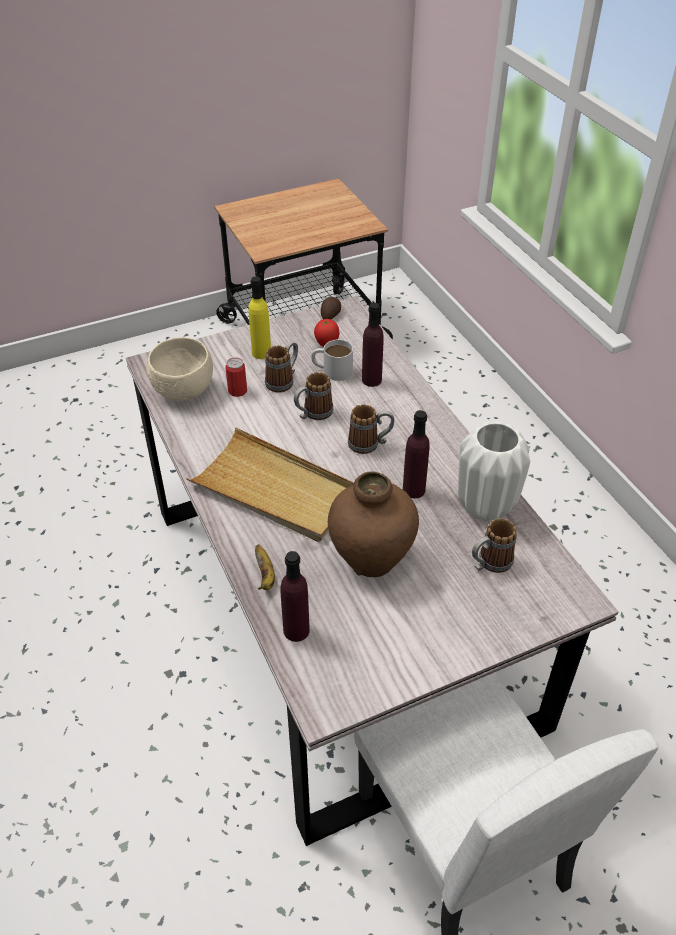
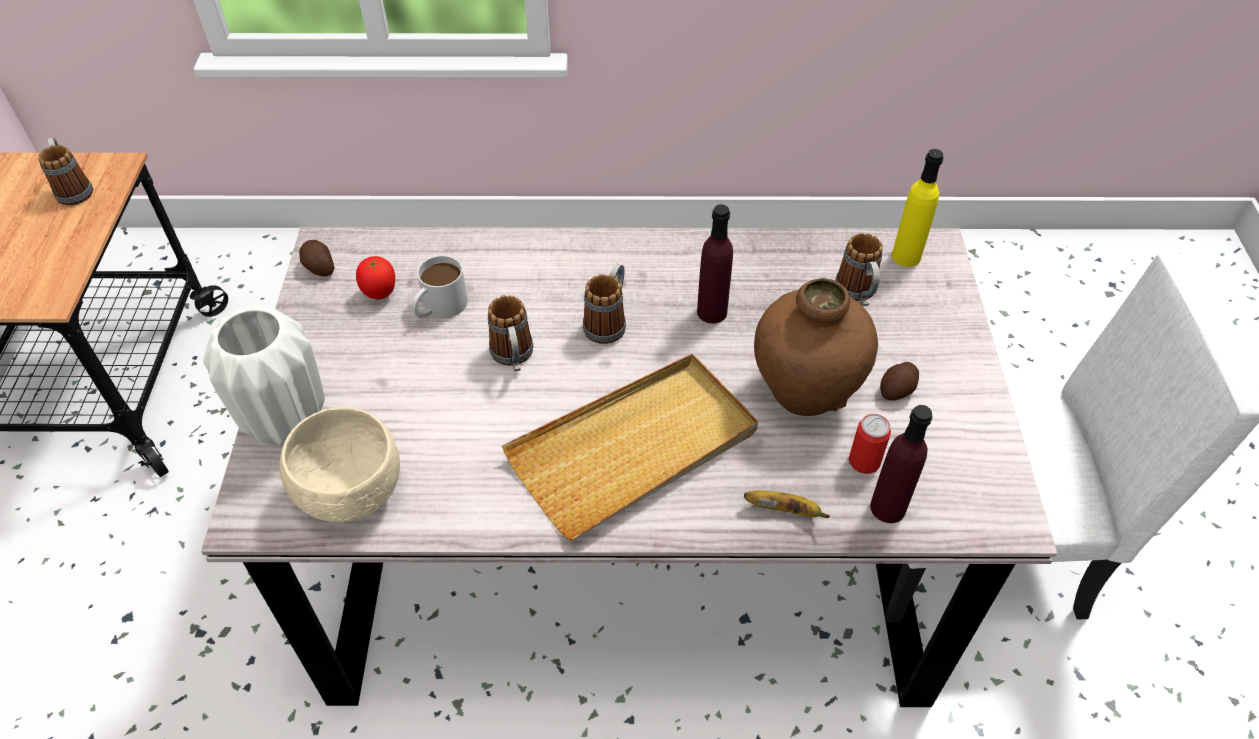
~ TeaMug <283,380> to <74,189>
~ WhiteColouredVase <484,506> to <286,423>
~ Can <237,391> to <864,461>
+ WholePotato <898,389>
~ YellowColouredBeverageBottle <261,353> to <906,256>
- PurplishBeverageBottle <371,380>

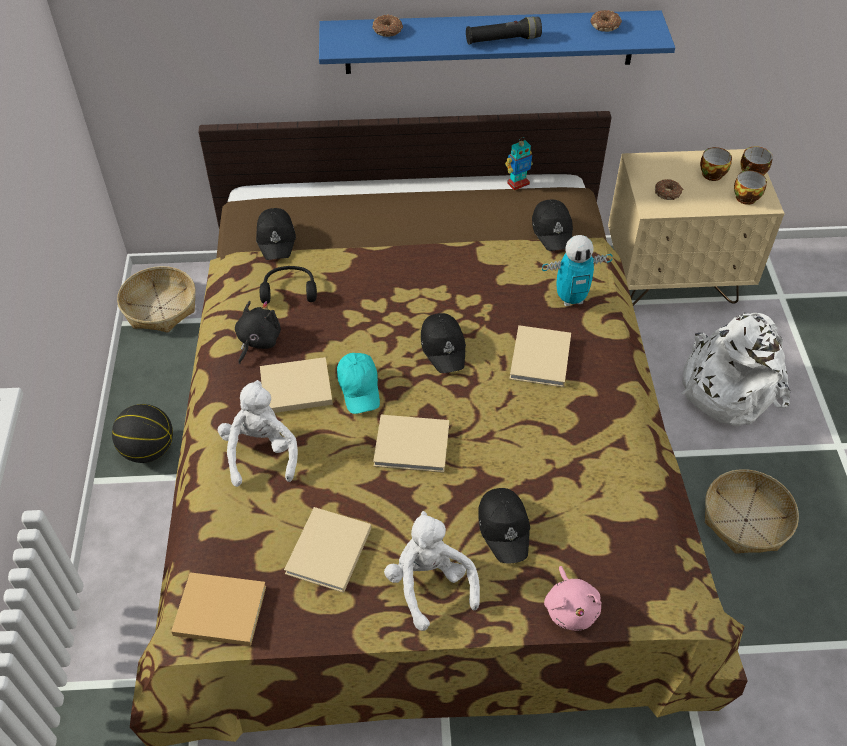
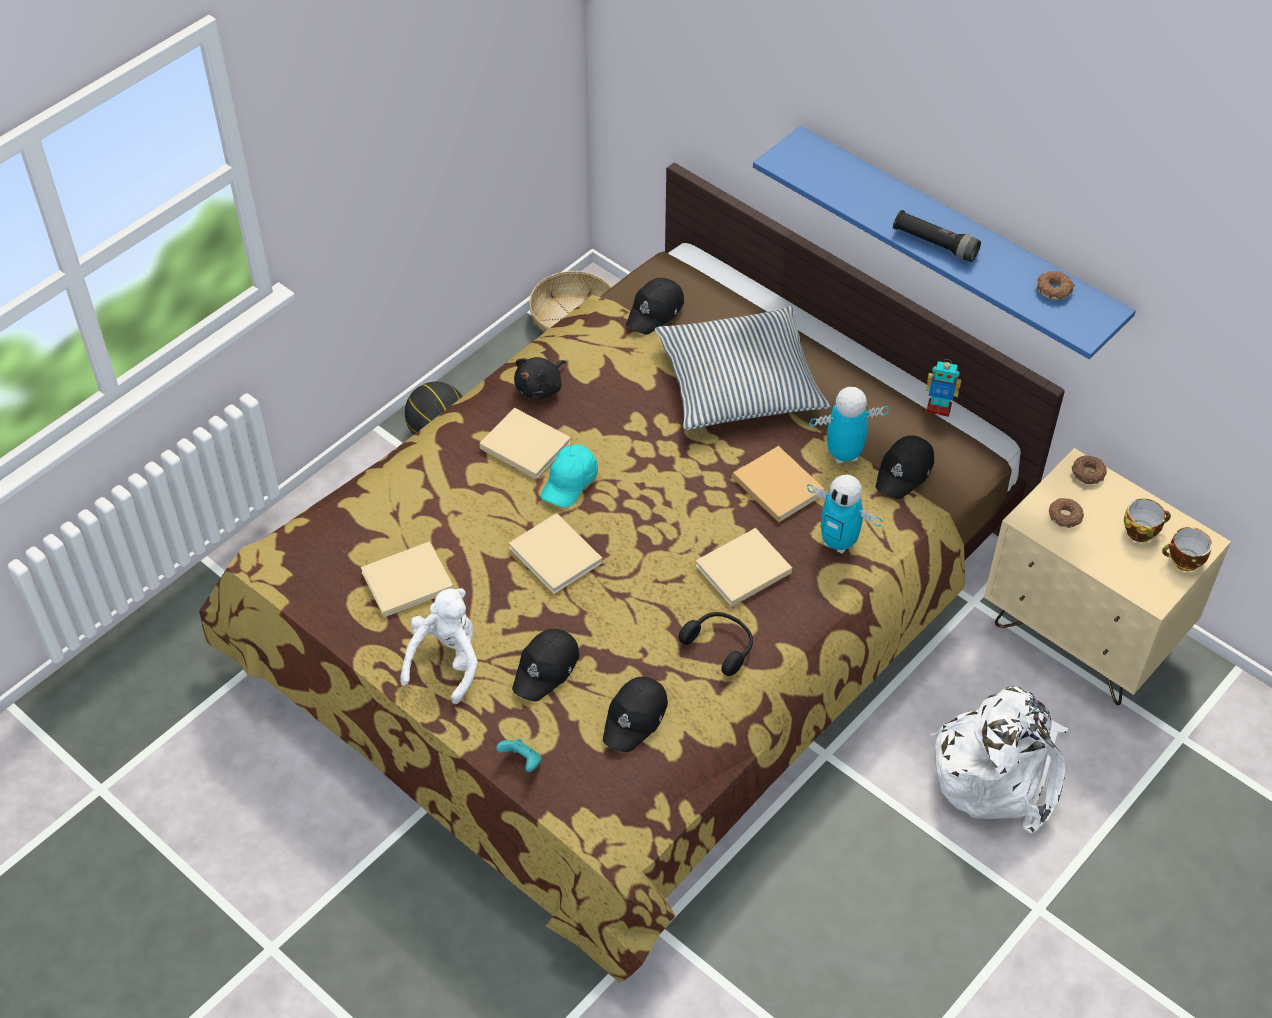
~ PinkColouredPlushToy <571,608> to TurquoiseColouredGameController <522,762>
~ BlackPlushToy <257,341> = <541,387> 150 degrees clockwise
~ BlackBaseballCap <444,347> to <635,718>
+ Pillow <739,382>
~ BlackHeadset <289,290> to <720,645>
~ SandColouredBook <217,610> to <776,484>
+ ToyRobot <843,454>
~ RingDoughnut <387,31> to <1087,474>
- WhiteColouredPlushToy <261,452>
- StorageBasket <745,520>
- DrinkingCup <746,196>

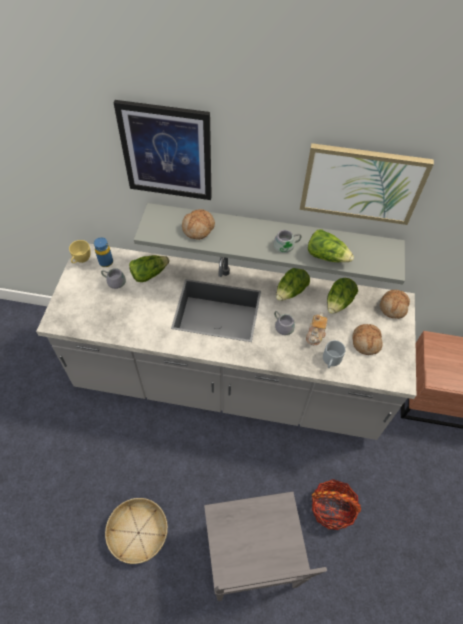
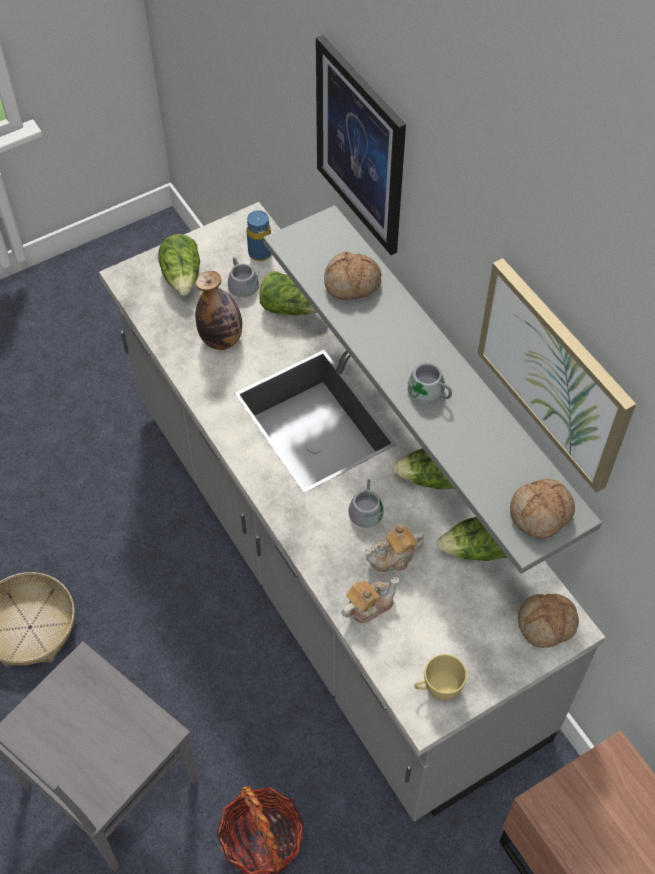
~ HeadOfLettuce <326,256> to <182,277>
+ BeverageBottle <221,339>
~ GreyTeaMug <331,360> to Teapot <369,605>
~ YellowColouredDrinkingCup <81,260> to <437,688>
~ BakedBread <366,342> to <541,514>

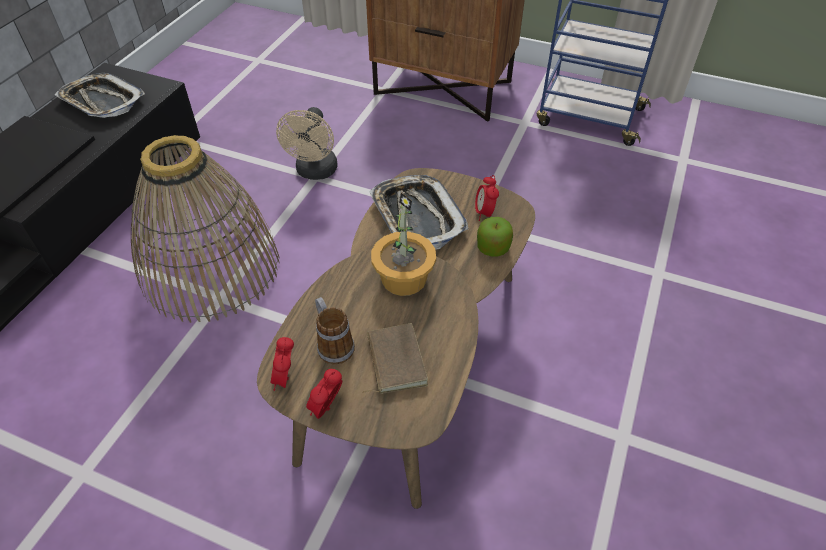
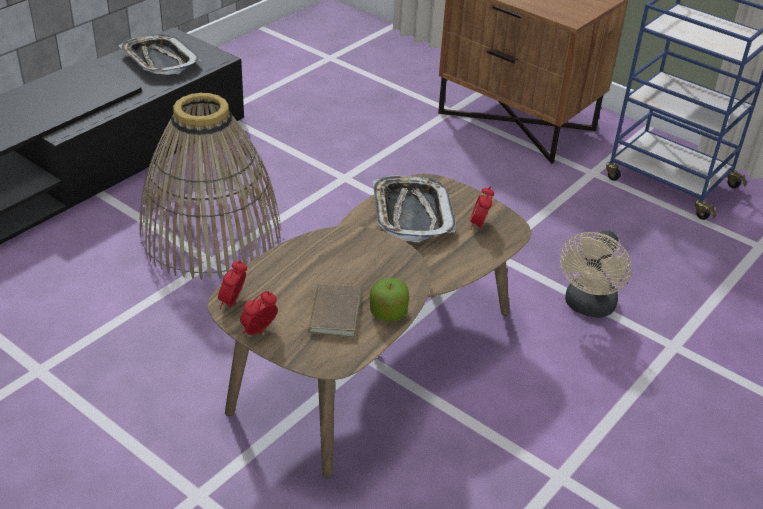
~ Apple <493,248> to <388,313>
~ SandColouredElectricFan <315,172> to <588,307>
- TeaMug <332,344>
- Houseplant <403,278>

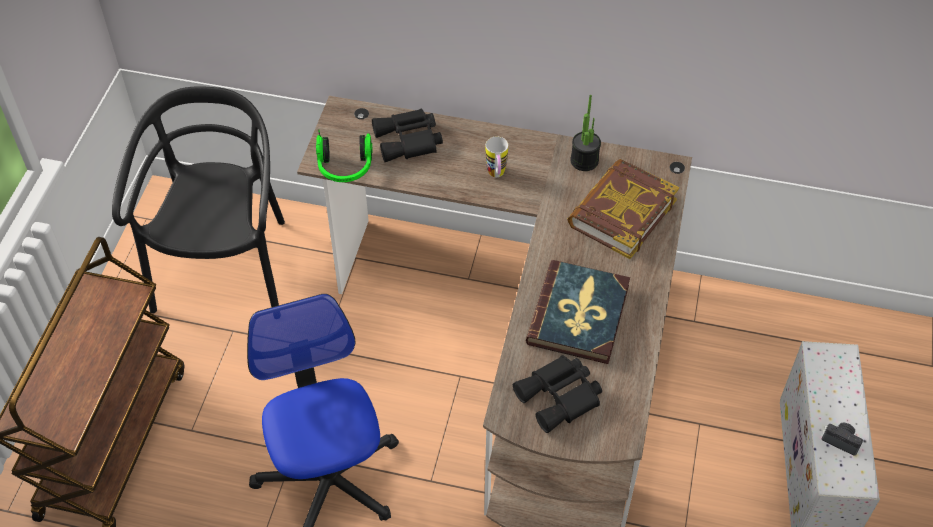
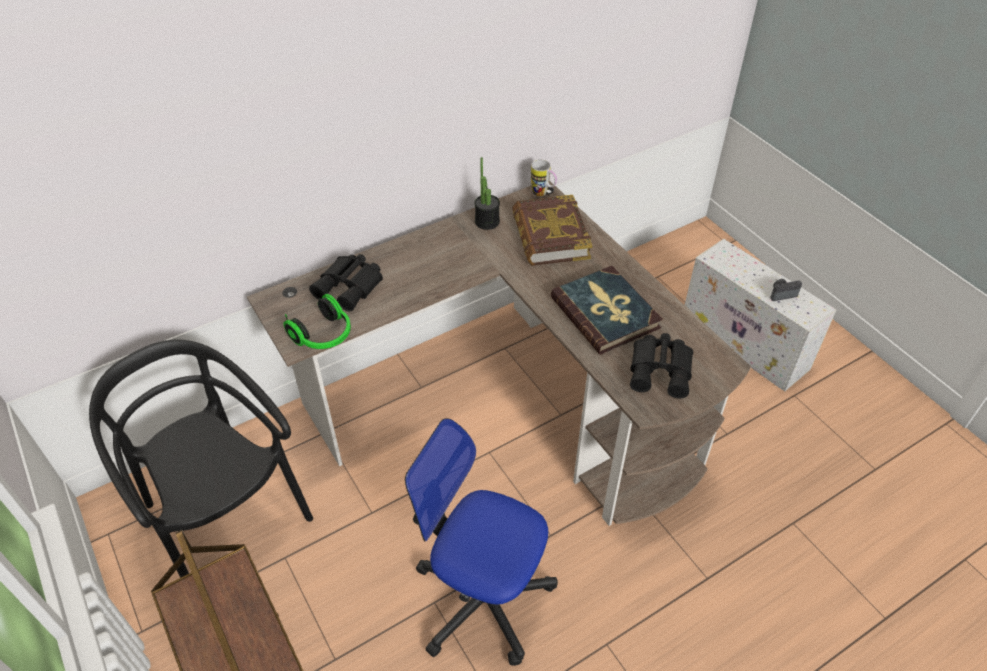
~ TeaMug <496,175> to <543,194>

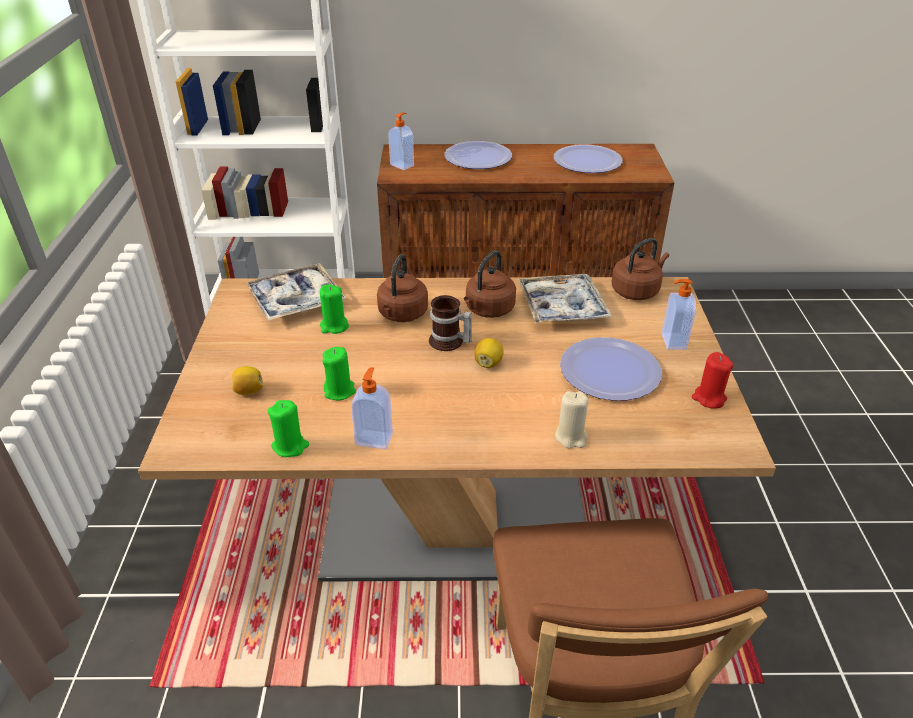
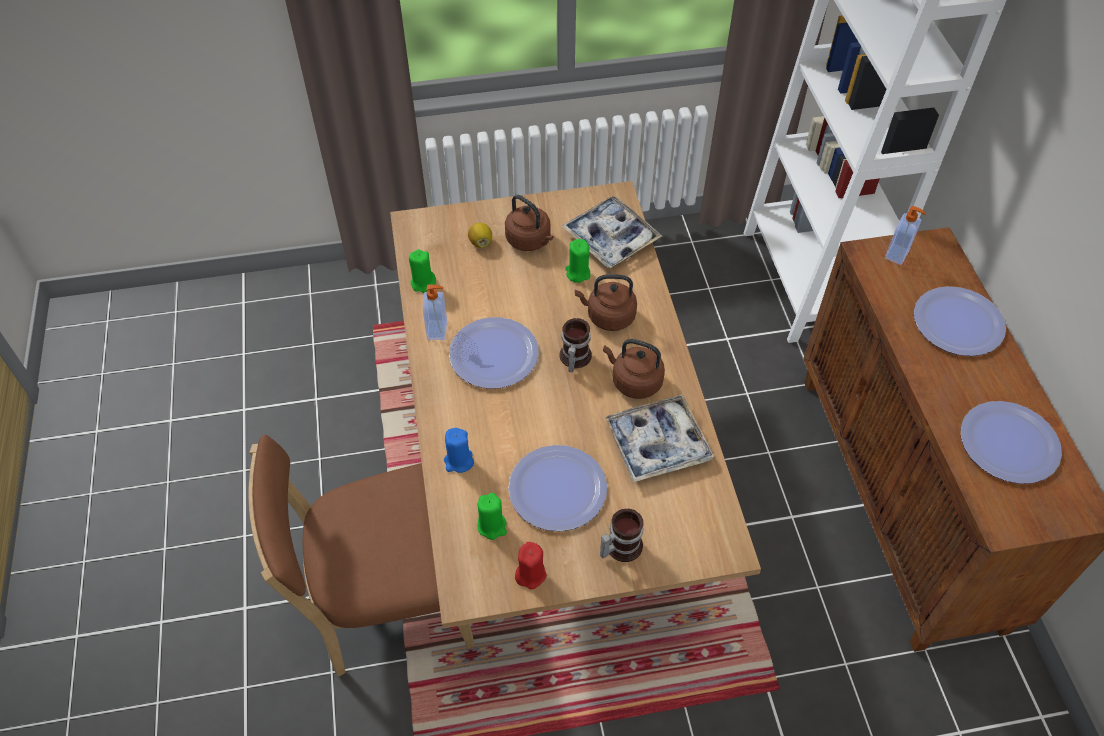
~ SandColouredWaxCandle <571,437> to BlueWaxCandle <459,461>
+ DinnerPlate <494,354>
~ GreenColouredWaxCandle <339,391> to <492,526>
~ BrownishWaterKettle <636,291> to <530,241>
~ SoapDispenser <672,341> to TeaMug <620,546>
- CitrusFruit <488,363>

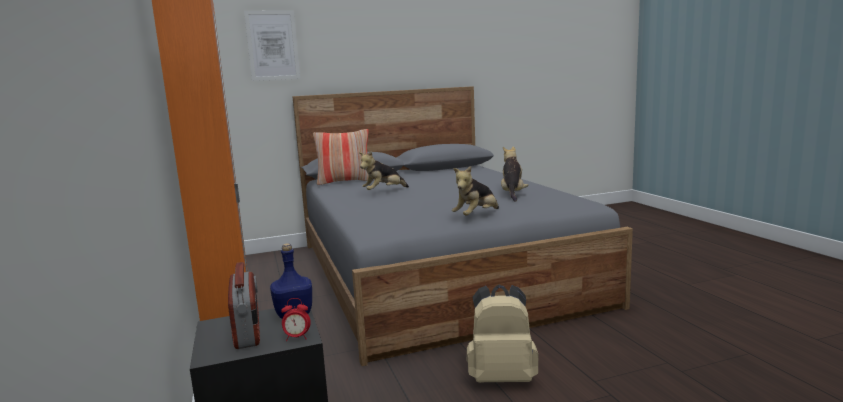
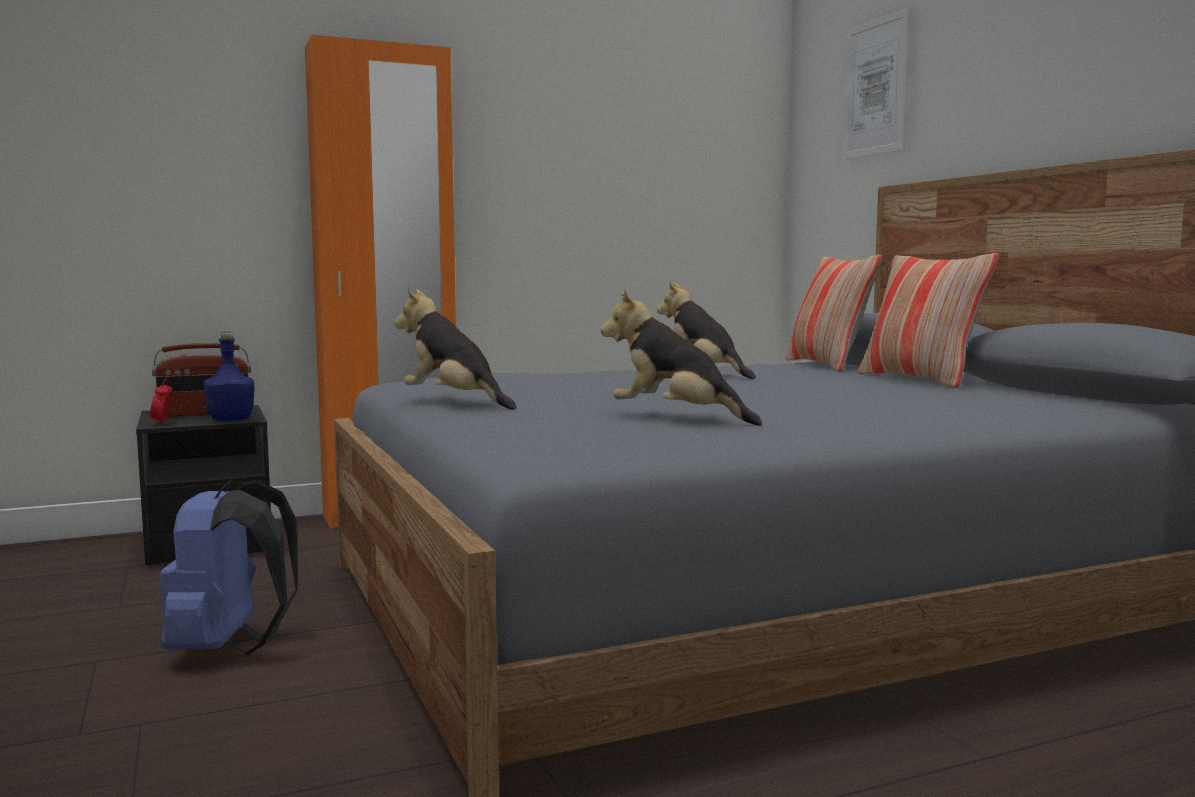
~ SandColouredBackpack <501,377> to BlueBackpack <228,648>
~ PlushToy <512,194> = <676,418> 150 degrees counterclockwise
+ Pillow <920,380>

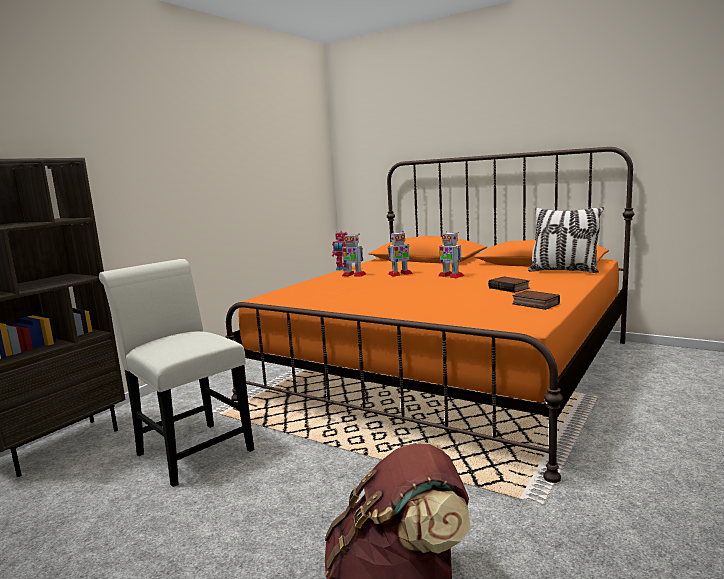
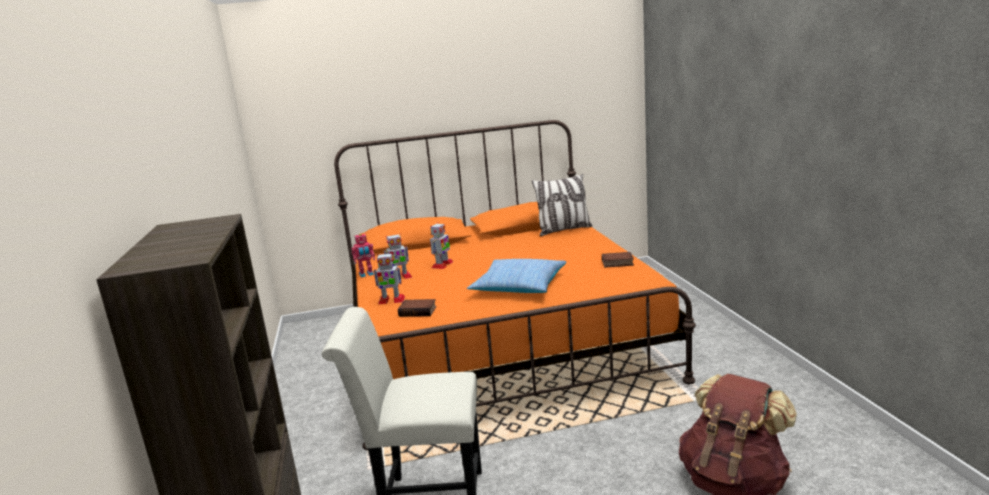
~ ToyRobot <450,276> to <391,300>
~ Book <510,288> to <418,311>
+ Pillow <519,286>

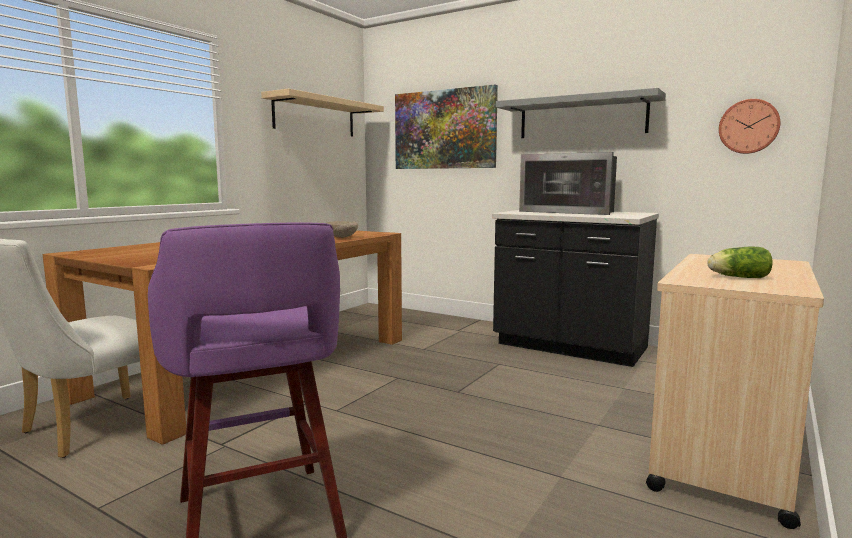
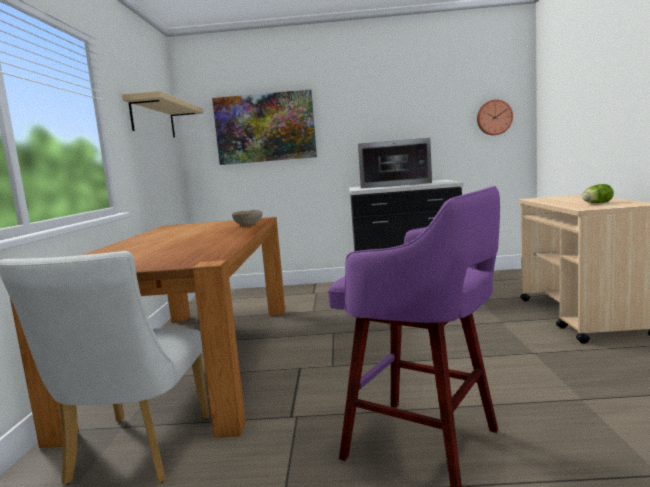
- GreyWallShelf <582,117>

